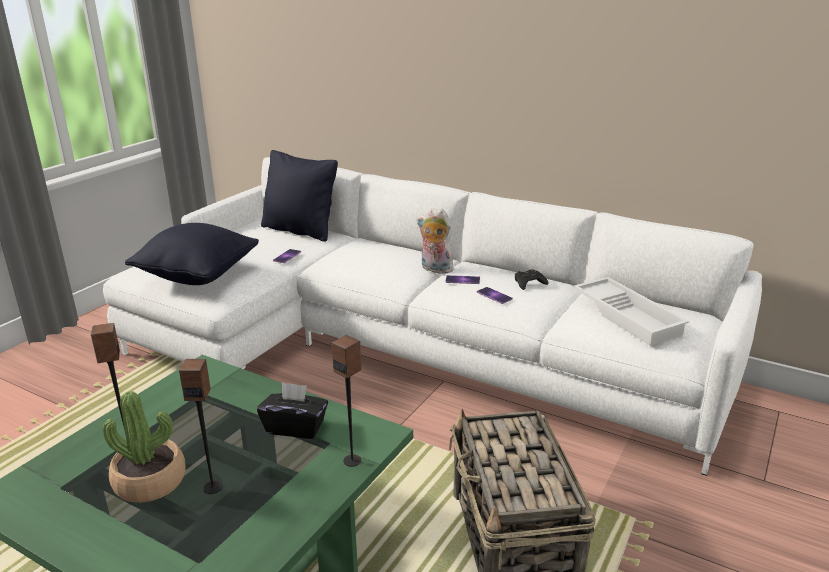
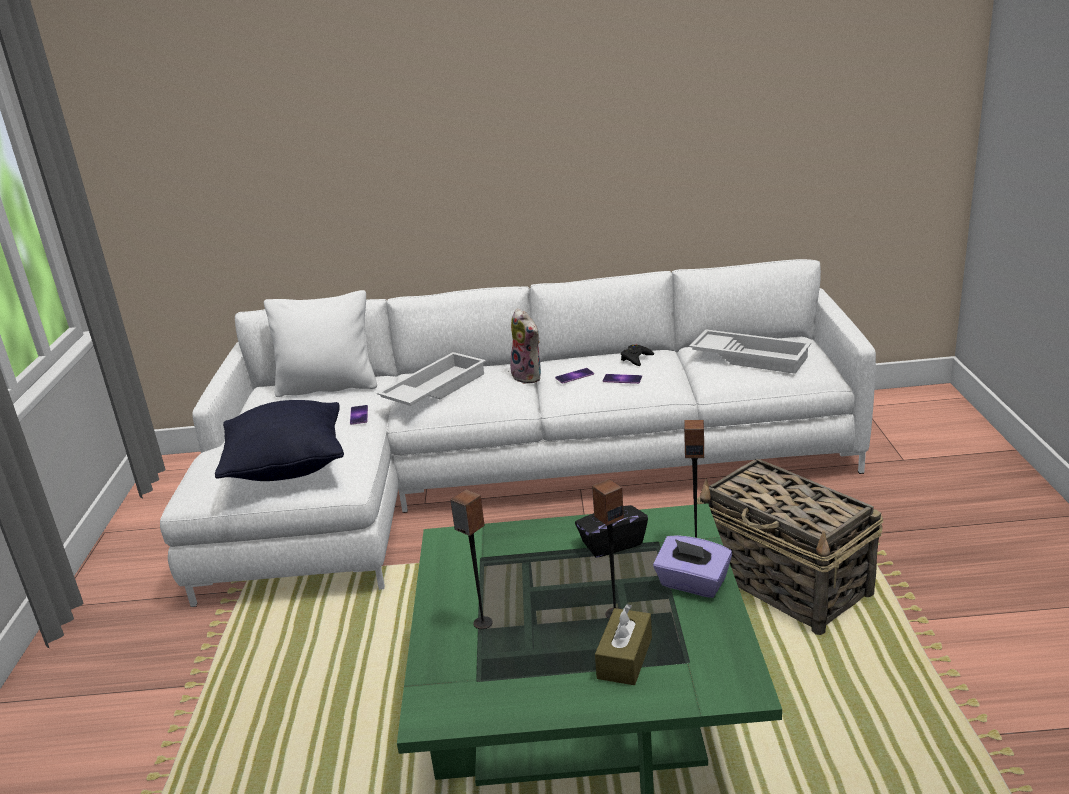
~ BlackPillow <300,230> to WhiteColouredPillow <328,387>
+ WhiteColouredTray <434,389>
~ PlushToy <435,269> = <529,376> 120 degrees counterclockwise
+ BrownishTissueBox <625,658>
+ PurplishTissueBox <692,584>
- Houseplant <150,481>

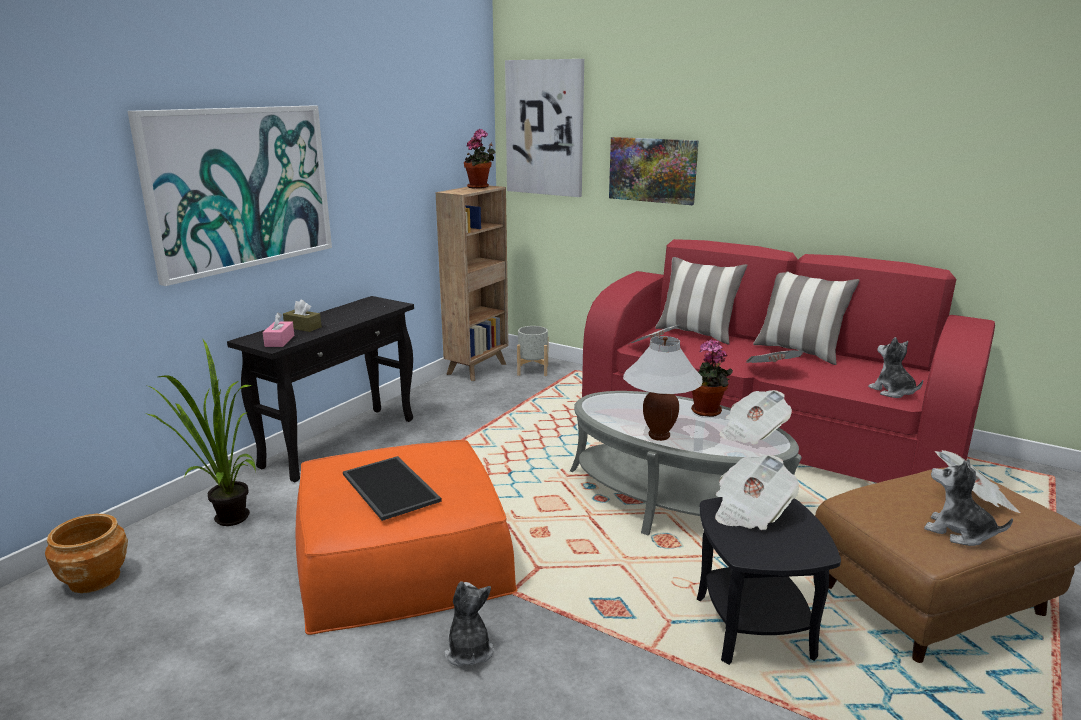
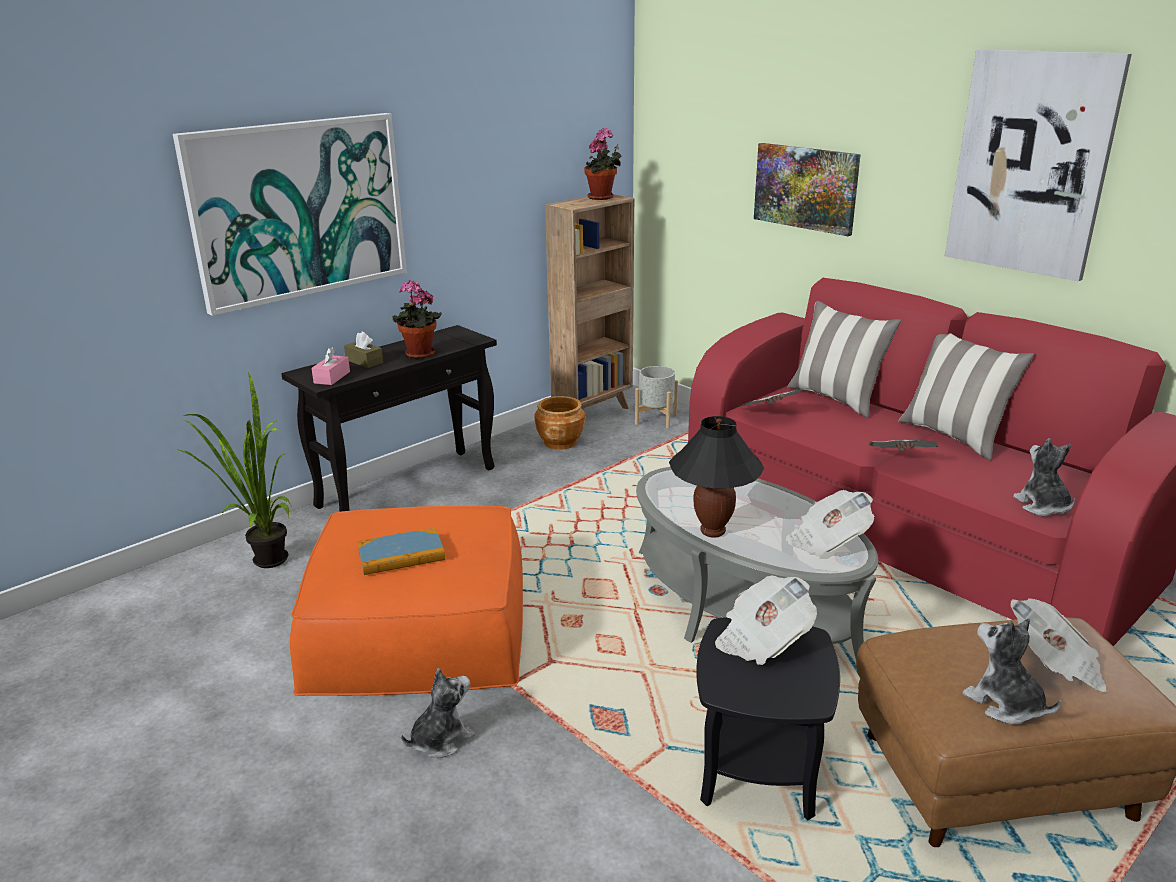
~ Tray <392,487> to Book <401,555>
~ Houseplant <706,412> to <418,355>
~ PlushToy <468,651> = <440,740> 45 degrees clockwise
~ BrownishFlowerPot <95,579> to <560,442>
~ WhiteColouredTableLamp <659,436> to BlackTableLamp <713,531>
~ WallArt <545,128> to <1031,164>

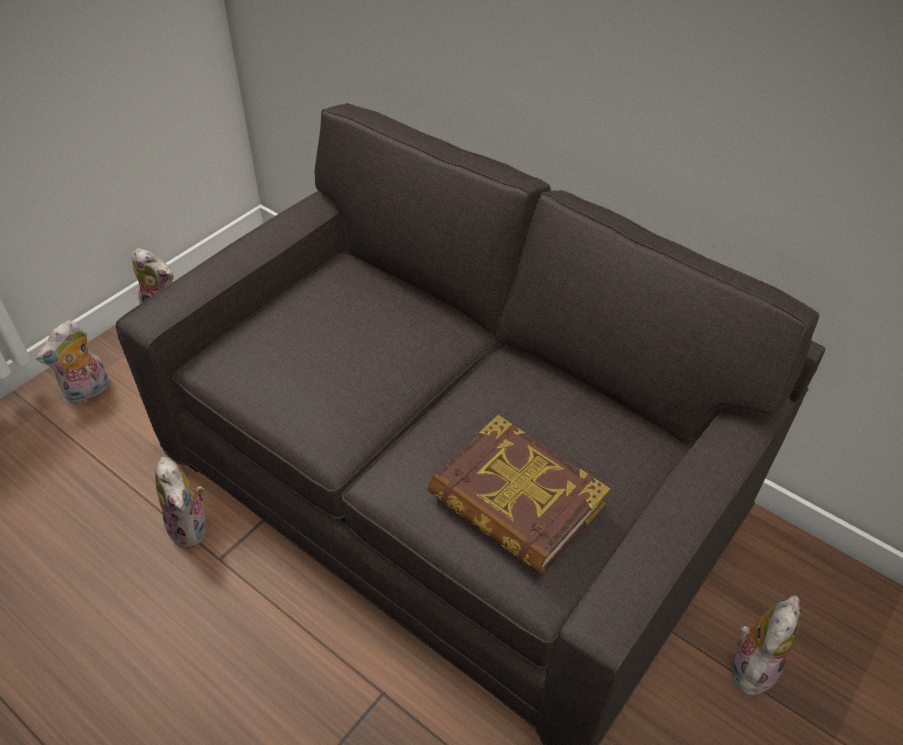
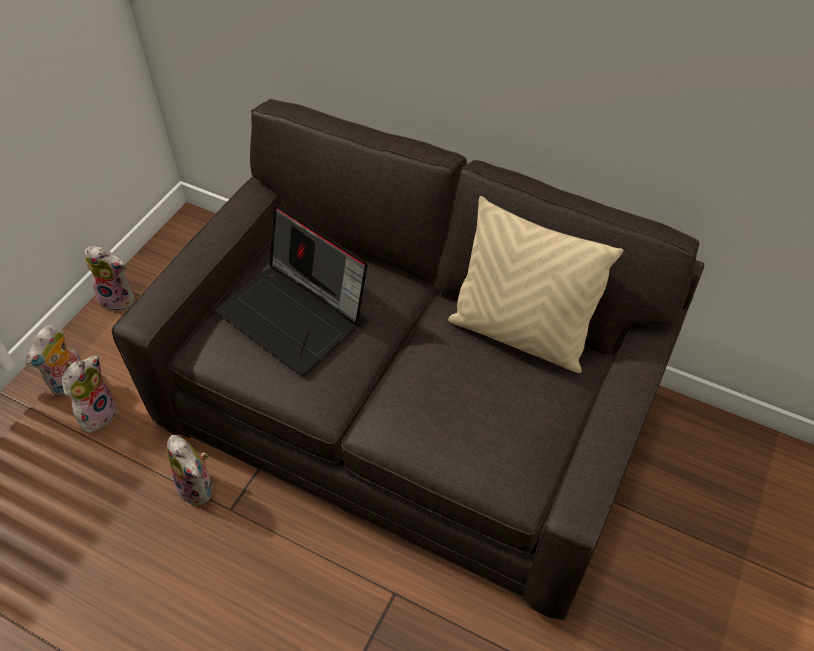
~ PlushToy <751,665> to <97,412>
+ Laptop <296,315>
+ SandColouredPillow <519,334>
- Book <515,502>

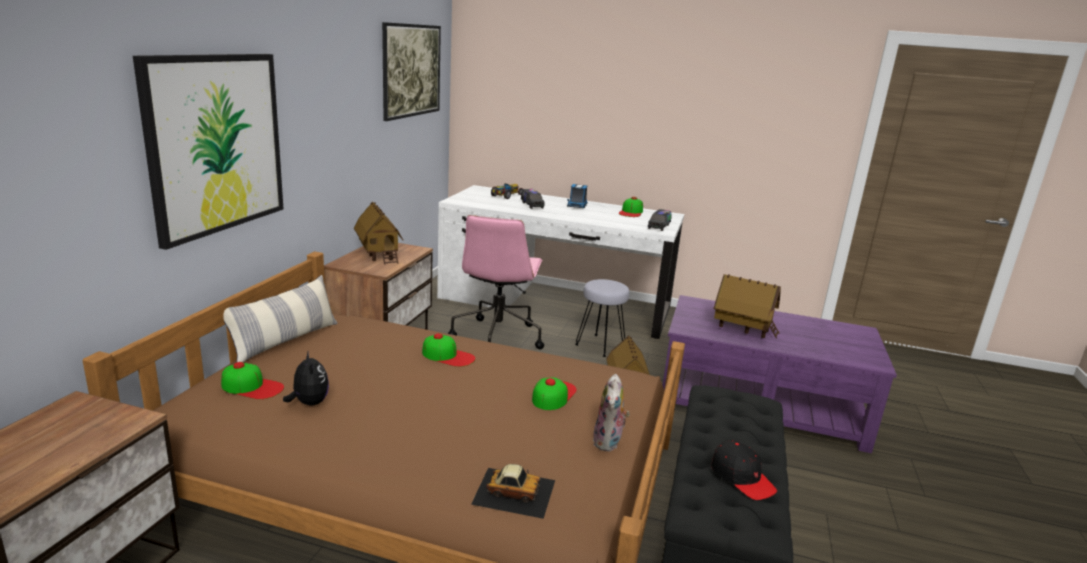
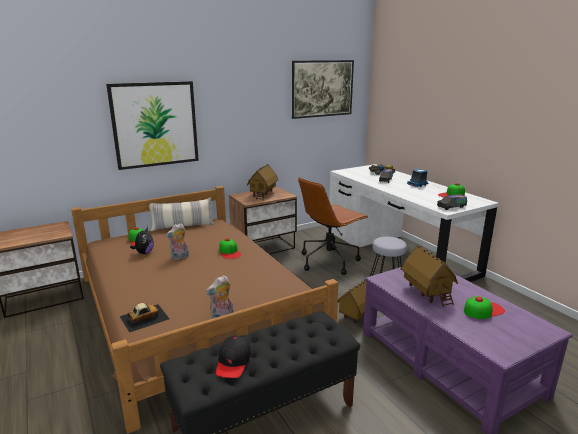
~ ToyCar <514,491> = <144,317> 90 degrees counterclockwise
+ PlushToy <180,257>
~ PinkColouredDeskChair <497,337> to BrownishDeskChair <329,260>
~ BaseballCap <553,394> to <483,310>

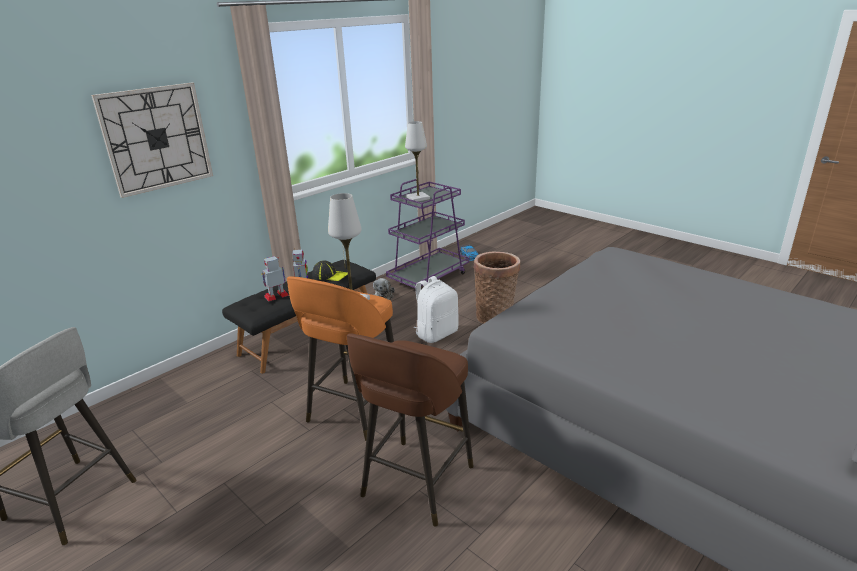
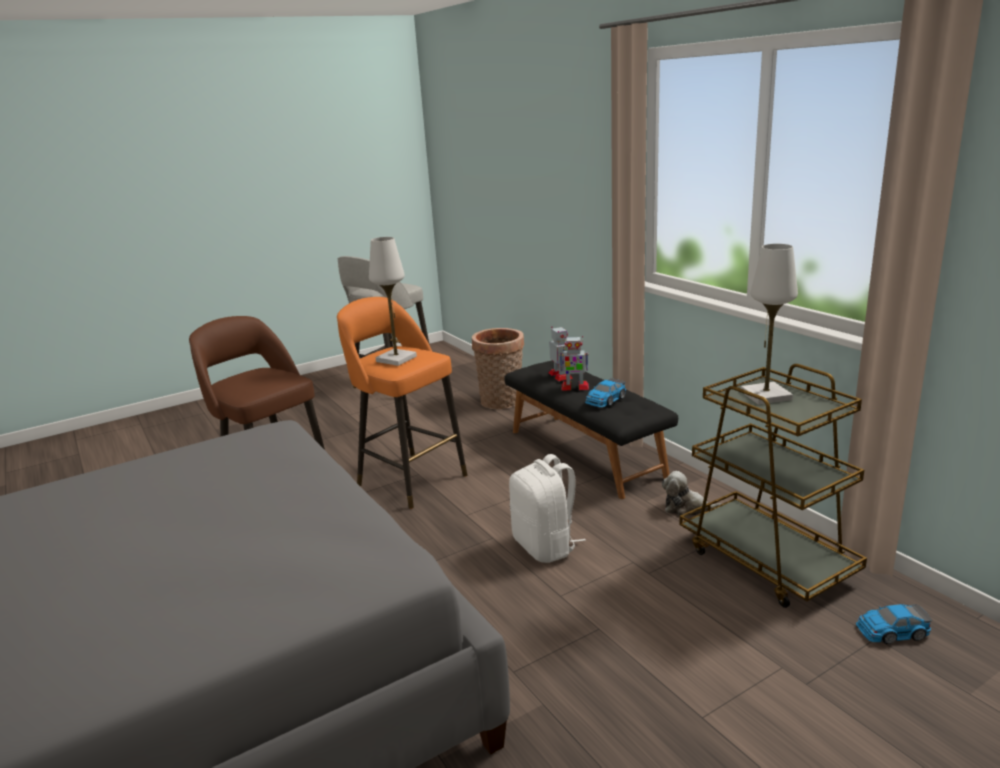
~ StorageBasket <495,316> to <501,403>
~ BaseballCap <330,275> to ToyCar <605,400>
~ PurplishWheeledCart <429,277> to BrownishWheeledCart <766,560>
- WallClock <156,138>

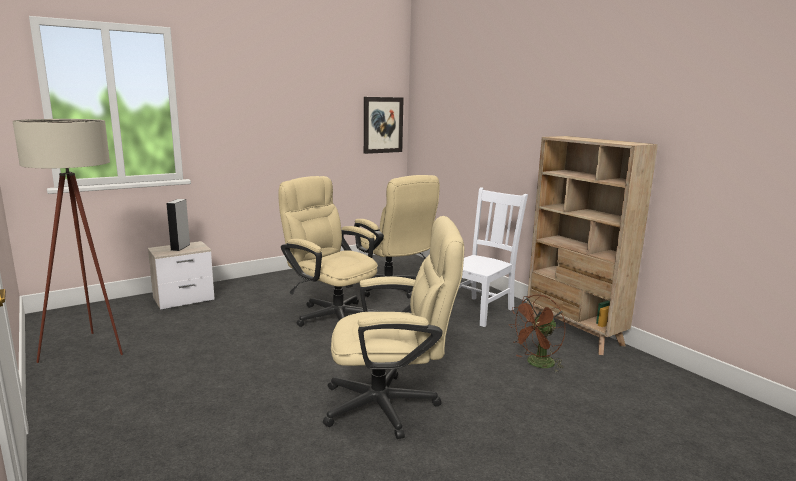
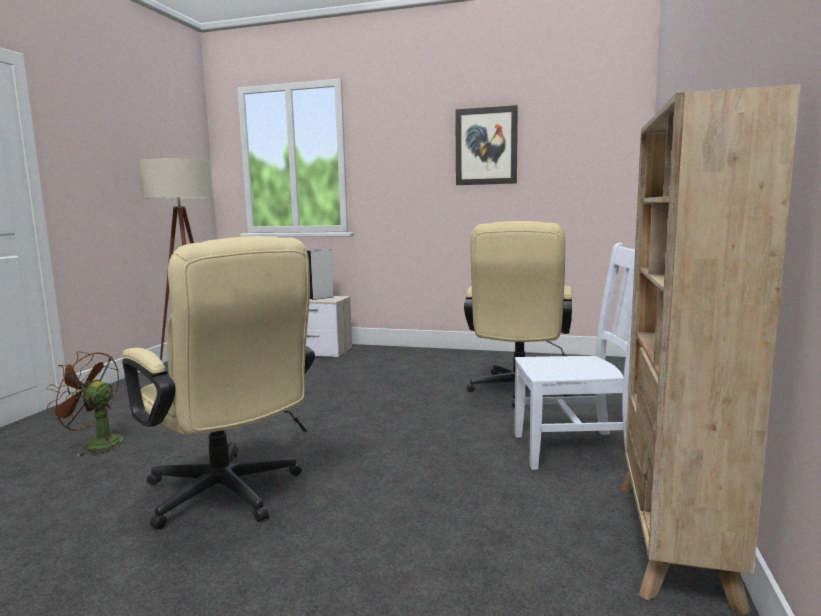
~ BrownishElectricFan <537,364> to <96,444>
~ WallArt <383,125> to <486,146>
- SandColouredDeskChair <331,315>

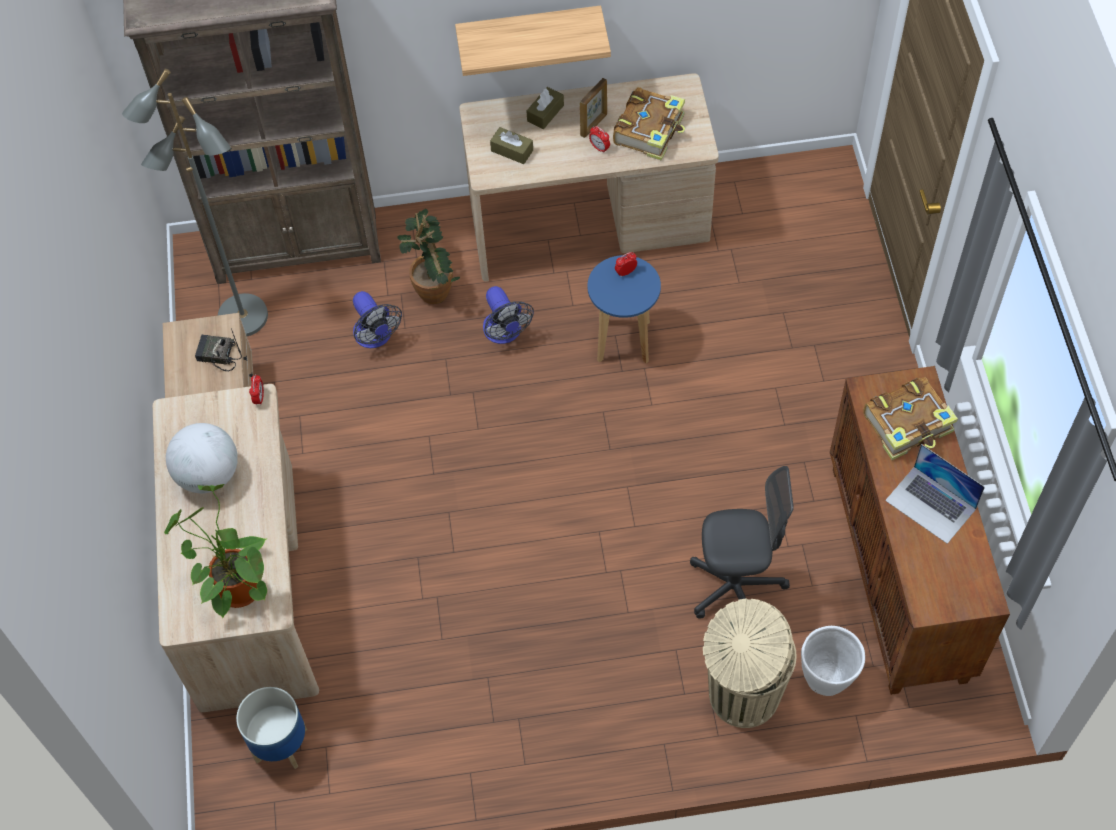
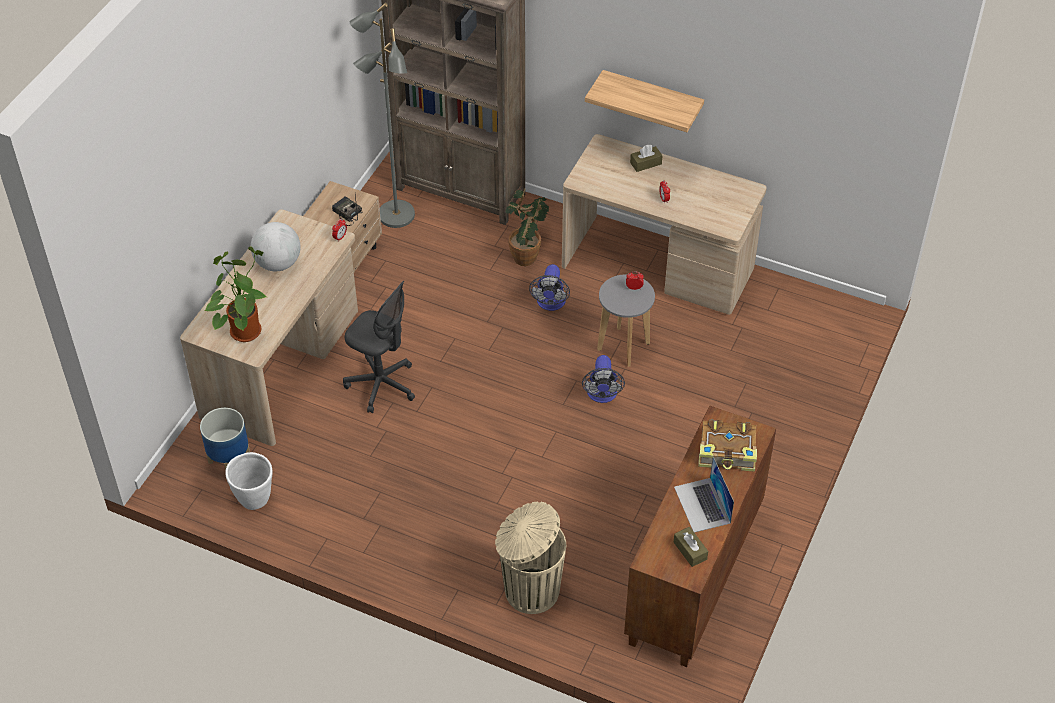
~ WhiteColouredFlowerPot <826,679> to <254,500>
~ GreyDeskChair <735,588> to <381,385>
~ ElectricFan <376,337> to <602,395>
~ BlueStoolSeat <623,342> to GreyStoolSeat <623,347>
~ BrownishTissueBox <512,151> to <690,550>
- PhotoFrame <594,125>
- Book <650,130>

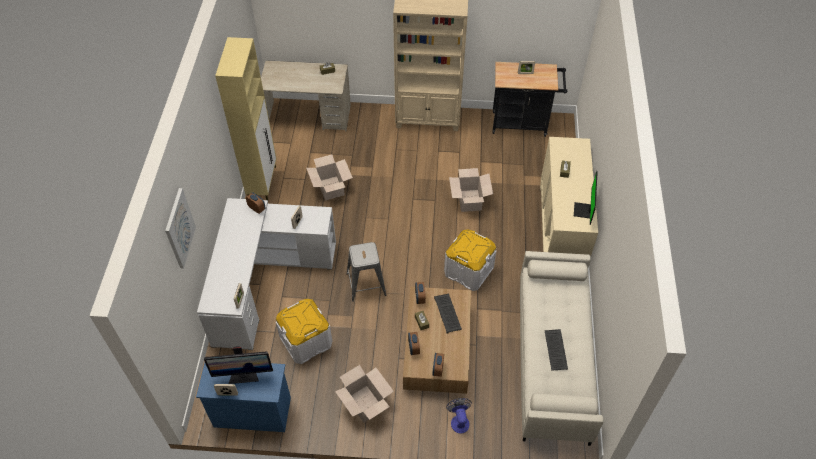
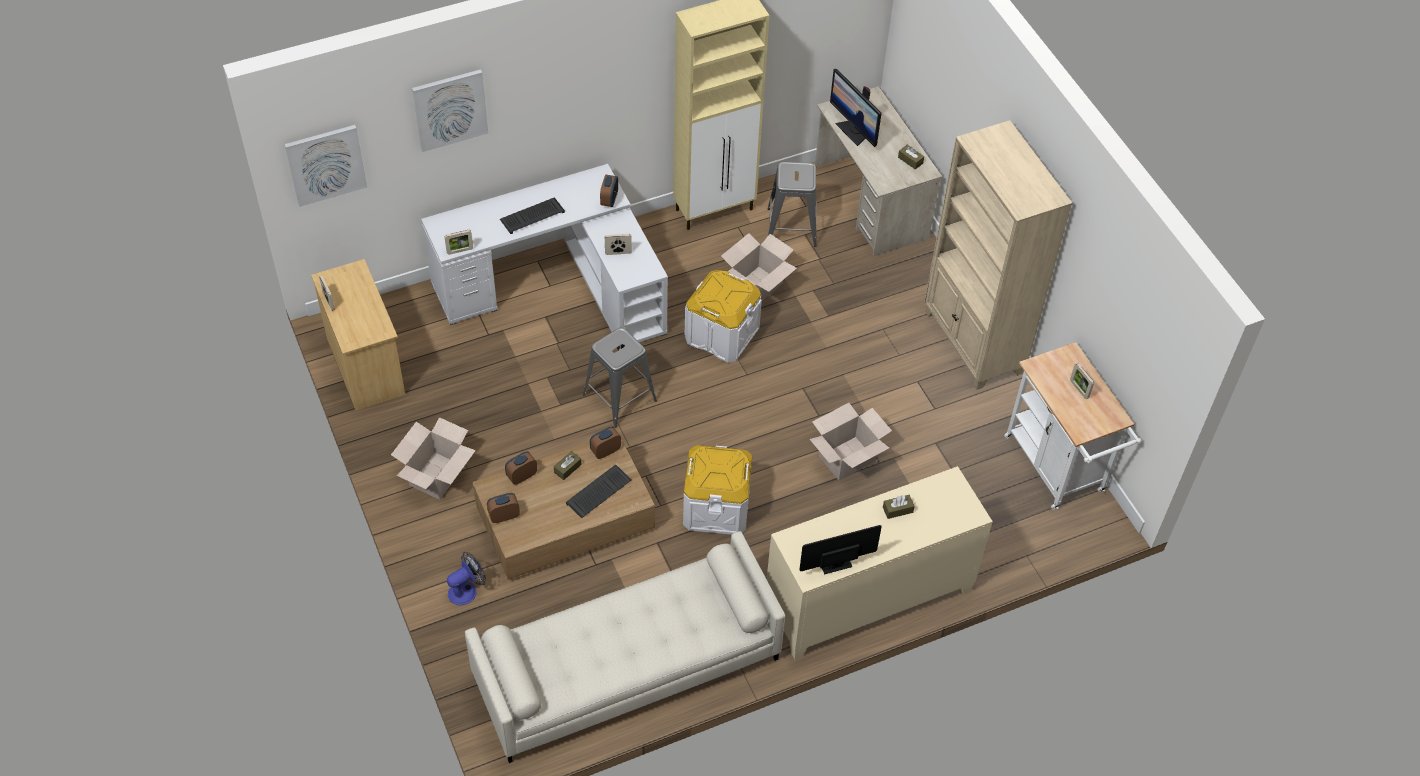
+ WallArt <326,164>
~ BlueDrawerChest <252,412> to SandColouredDrawerChest <365,365>
~ PcKeyboard <555,349> to <532,215>
~ WhiteColouredStorageBox <306,341> to <721,334>
+ GreyStoolSeat <791,227>
~ ComputerScreen <243,375> to <854,131>
~ BlackWheeledCart <523,123> to WhiteColouredWheeledCart <1058,469>

